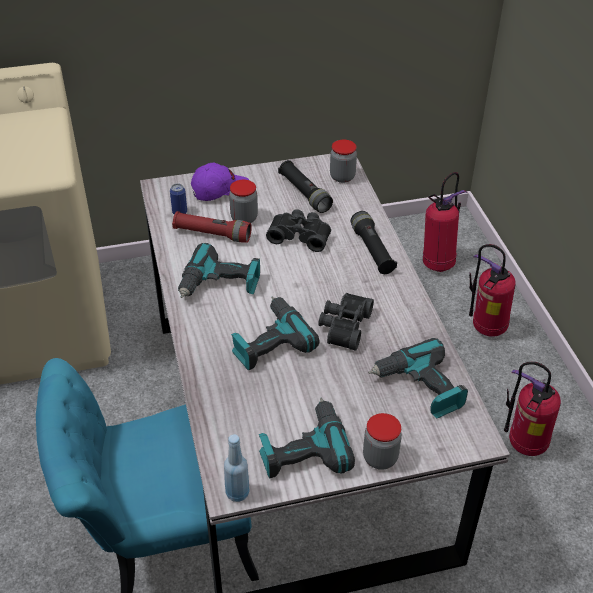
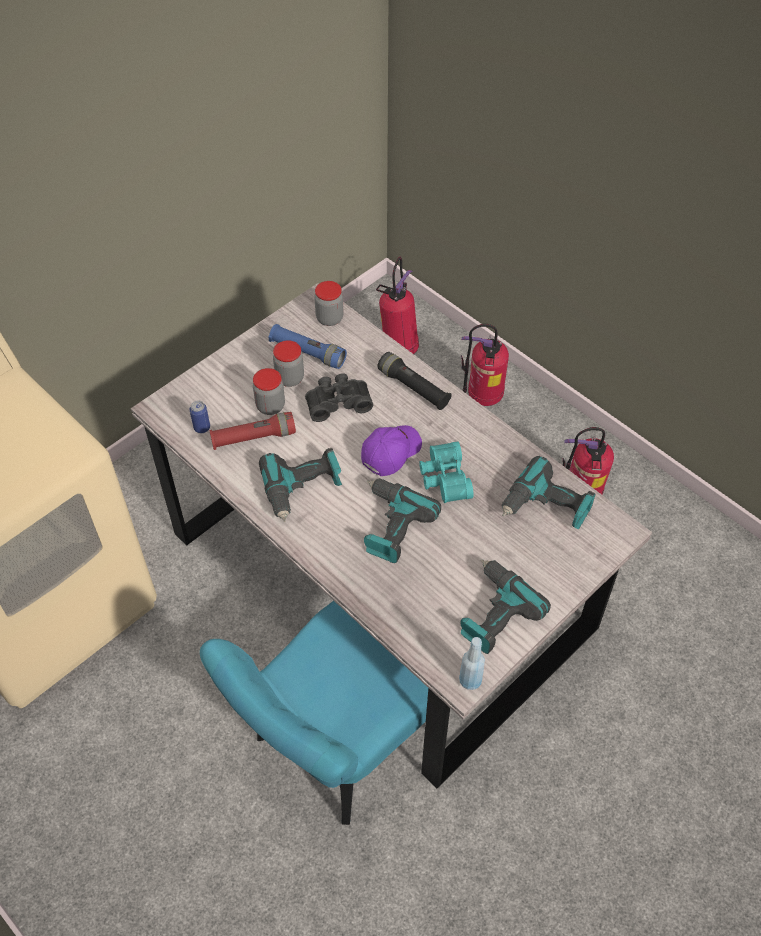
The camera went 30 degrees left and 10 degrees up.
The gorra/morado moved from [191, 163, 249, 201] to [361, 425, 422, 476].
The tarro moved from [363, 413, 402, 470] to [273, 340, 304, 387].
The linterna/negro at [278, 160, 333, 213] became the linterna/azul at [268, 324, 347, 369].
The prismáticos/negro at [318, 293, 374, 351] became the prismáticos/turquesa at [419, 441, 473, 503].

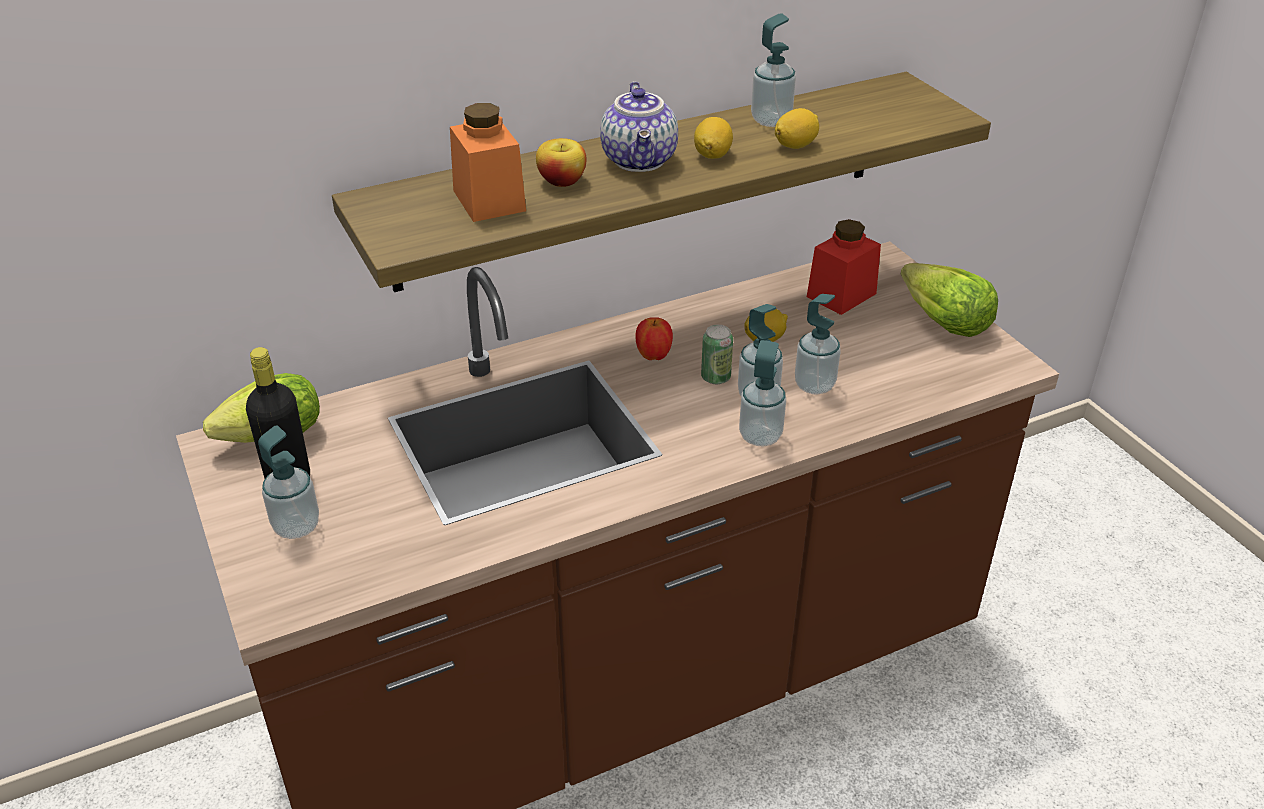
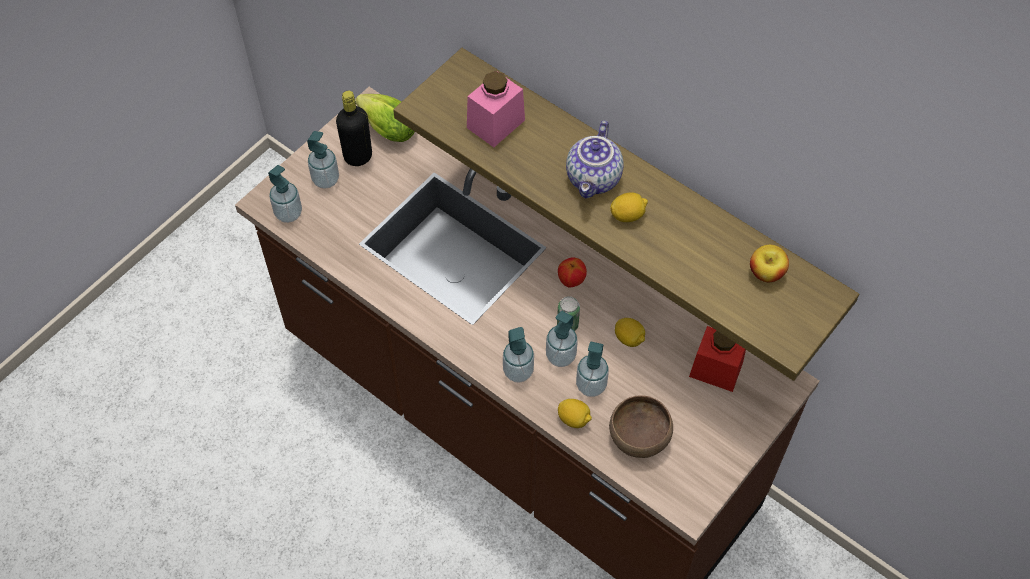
The camera went 65 degrees right and 20 degrees up.
The lechuga at [901, 263, 998, 337] disappeared.
The cuenco/marrón at [609, 395, 673, 458] appeared.
The manzana moved from [536, 138, 587, 187] to [750, 245, 789, 282].
The dispensador de jabón moved from [751, 13, 796, 127] to [268, 165, 302, 223].
The limón moved from [775, 108, 819, 149] to [558, 399, 592, 428].
The tarro/naranja at [450, 103, 526, 222] became the tarro/rosa at [467, 71, 525, 147].
The tetera at [600, 82, 678, 172] turned 45 degrees counterclockwise.

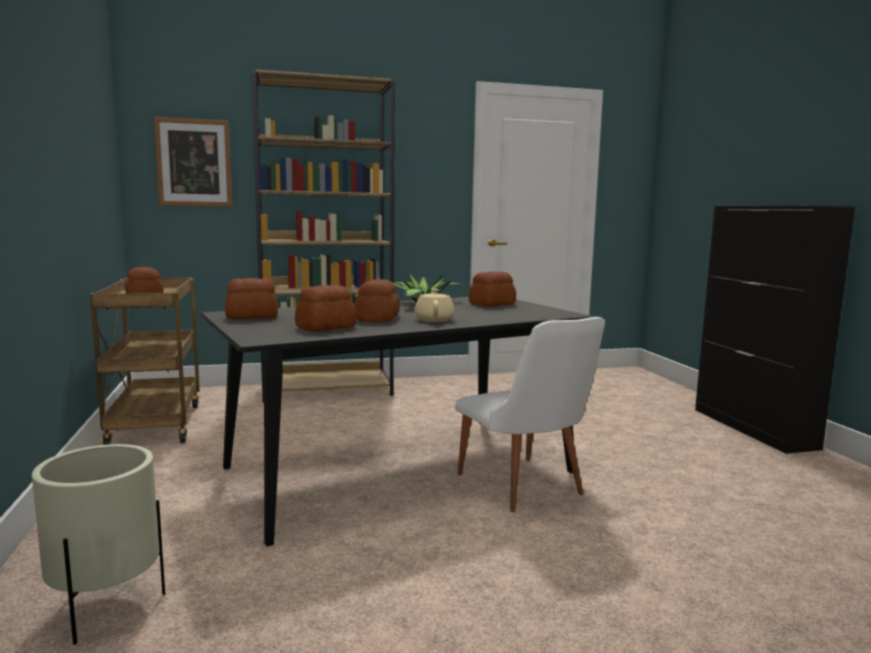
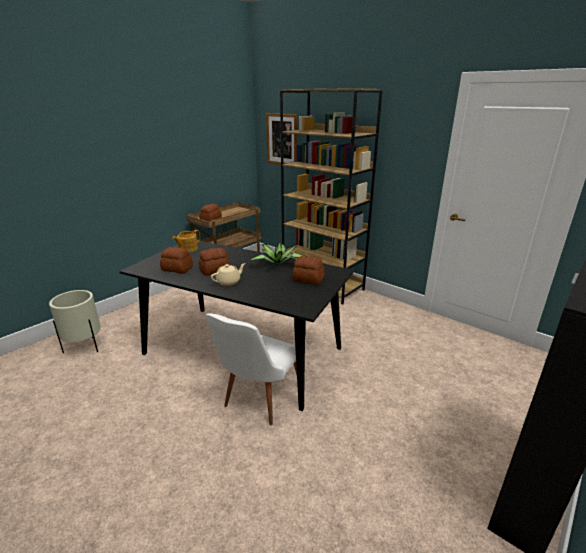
The camera went 55 degrees right and 15 degrees up.
The pan at [225, 278, 278, 319] was replaced by the tetera at [172, 230, 200, 252].

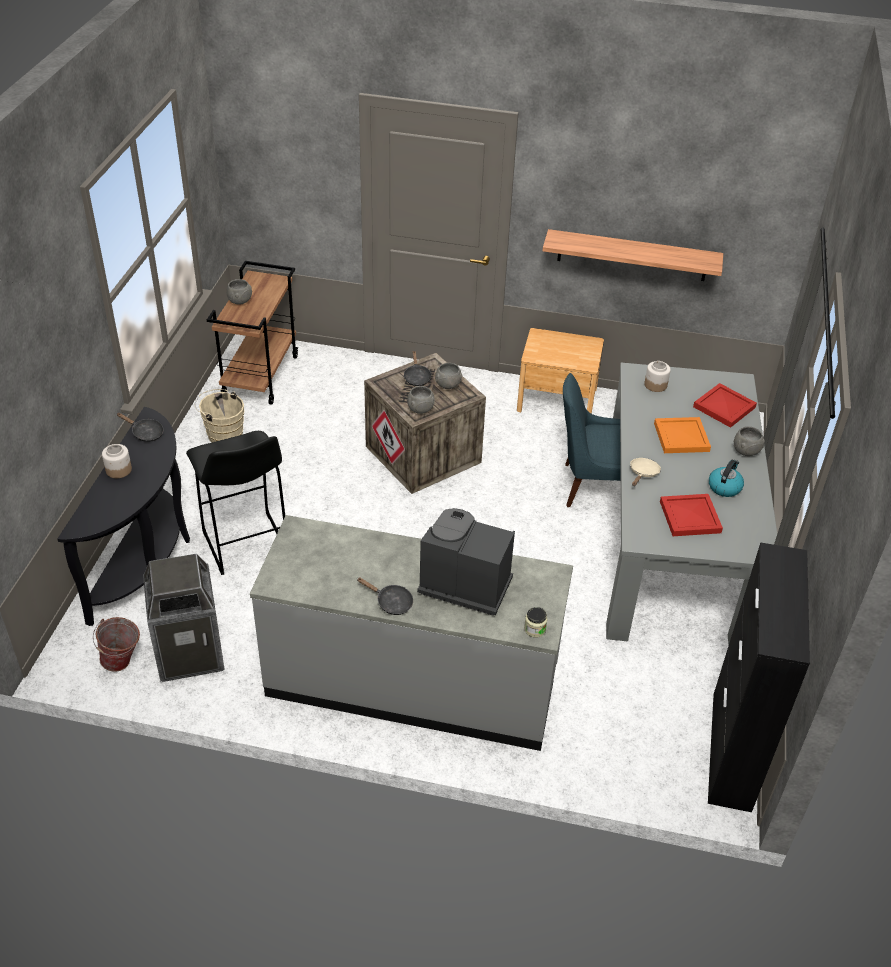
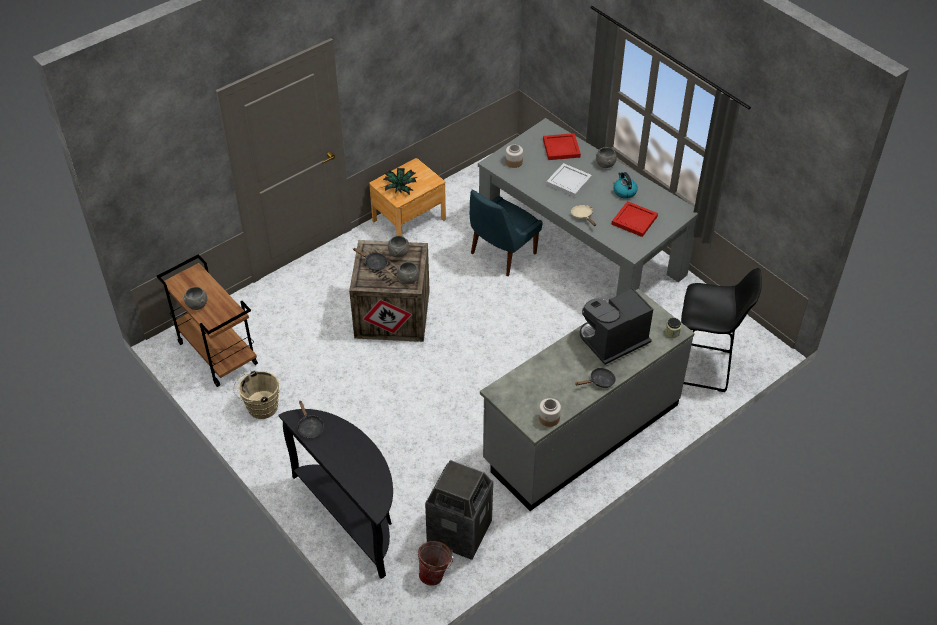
The camera went 50 degrees left and 5 degrees up.
The estante at [543, 229, 723, 281] disappeared.
The armario/negro at [708, 542, 810, 812] disappeared.
The planta en maceta at [381, 168, 417, 195] appeared.
The tarro moved from [102, 444, 132, 478] to [539, 398, 561, 427].
The taburete/negro moved from [186, 431, 285, 575] to [681, 268, 762, 392].
The bandeja/naranja at [654, 417, 711, 453] became the bandeja/blanco at [546, 163, 592, 197].
The sartén/negro at [117, 413, 163, 442] turned 90 degrees clockwise.

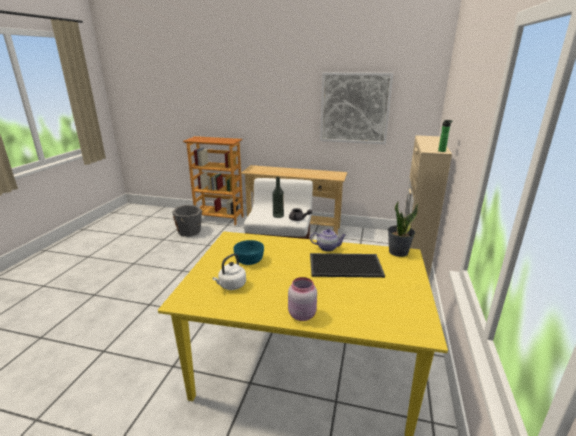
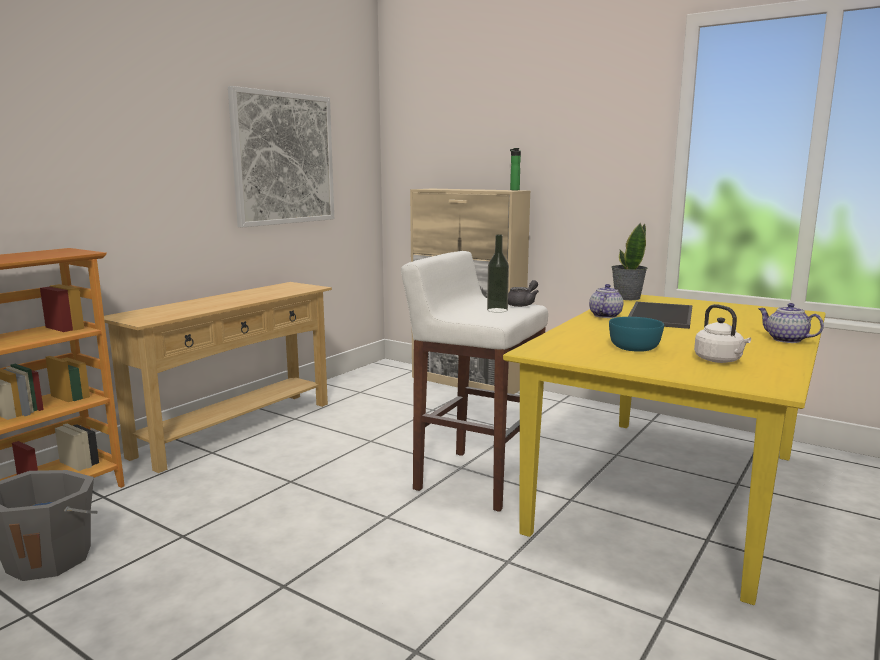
The camera went 70 degrees left and 10 degrees down.
The tarro/rosa at [288, 277, 317, 321] was replaced by the tetera at [758, 303, 824, 343].

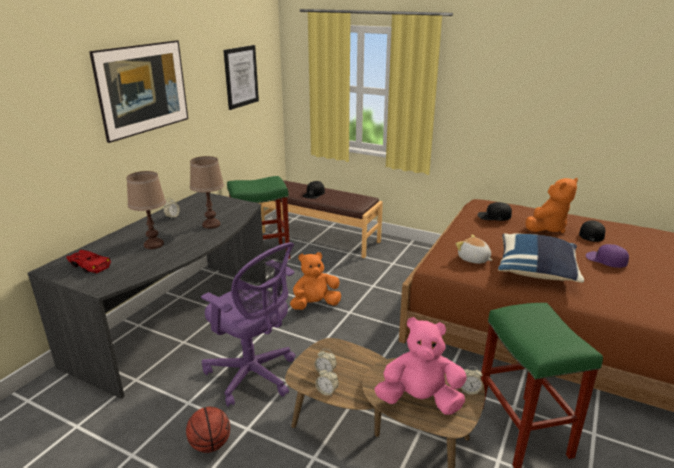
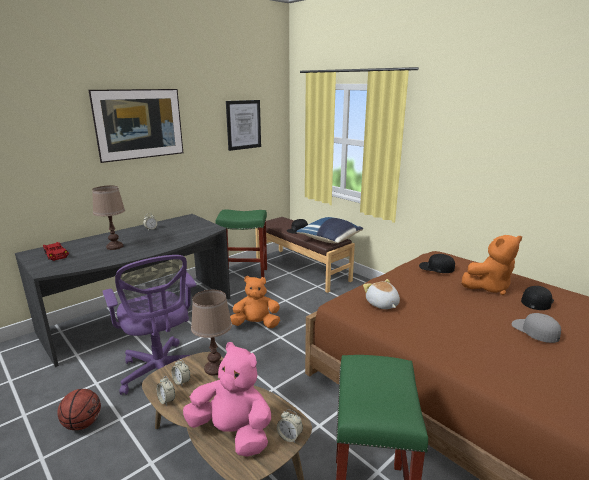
The camera went 20 degrees right and 5 degrees down.
The lámpara de mesa/marrón moved from [190, 156, 224, 229] to [191, 290, 232, 375].
The cojín/azul moved from [498, 233, 584, 283] to [297, 217, 363, 243].
The gorra/morado at [586, 244, 629, 268] became the gorra/gris at [512, 313, 561, 343].

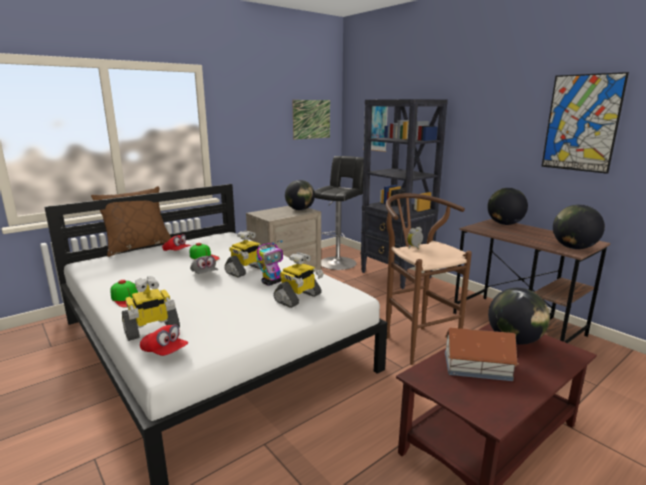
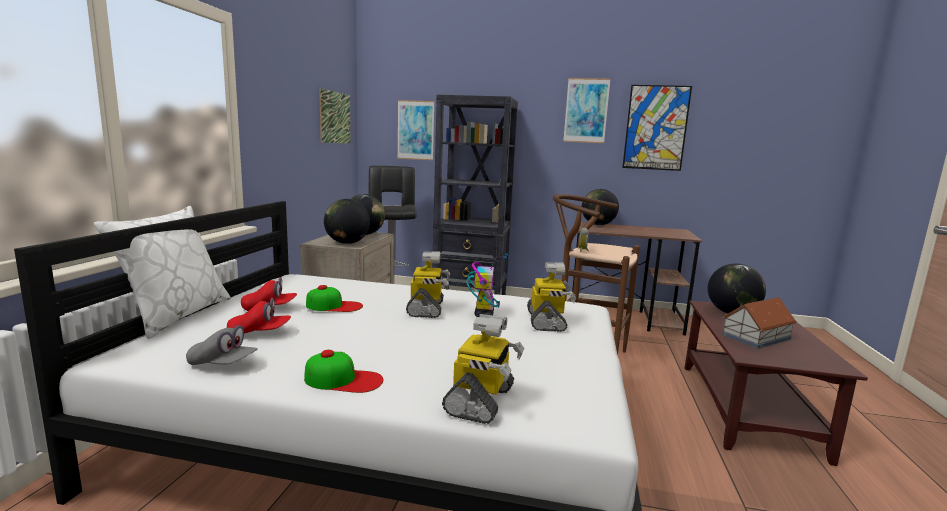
The camera went 40 degrees left and 5 degrees down.
The cuadro at [563, 78, 610, 143] appeared.
The gorra/rojo moved from [140, 324, 188, 356] to [227, 298, 291, 334].
The gorra/gris moved from [190, 256, 218, 274] to [186, 325, 258, 366].
The globo terráqueo moved from [553, 205, 605, 249] to [324, 199, 370, 244].
The cojín/marrón at [91, 186, 171, 257] became the cojín/blanco at [94, 206, 231, 339].

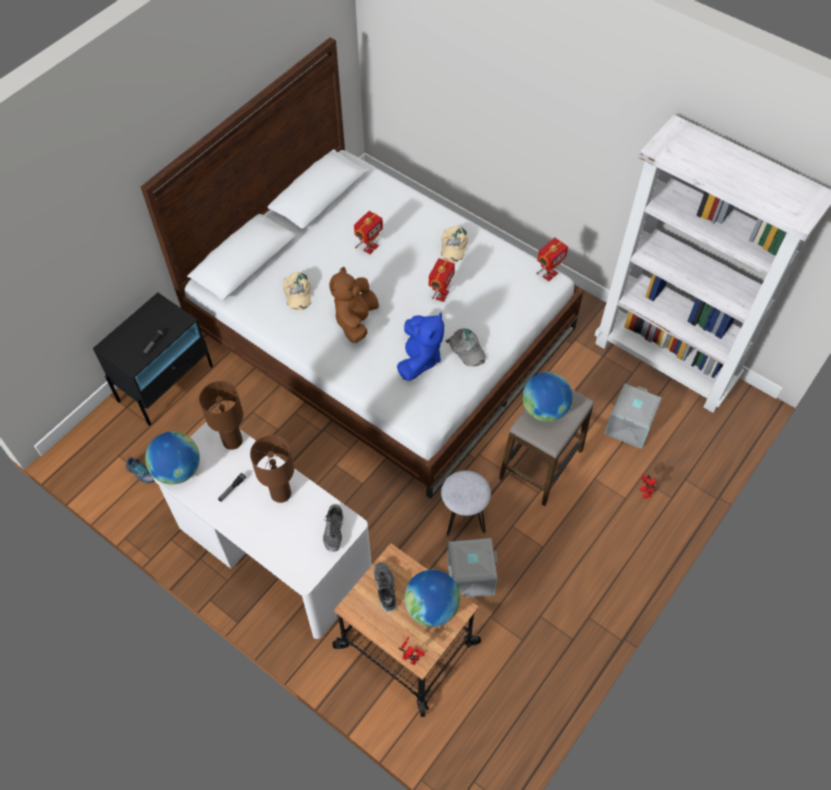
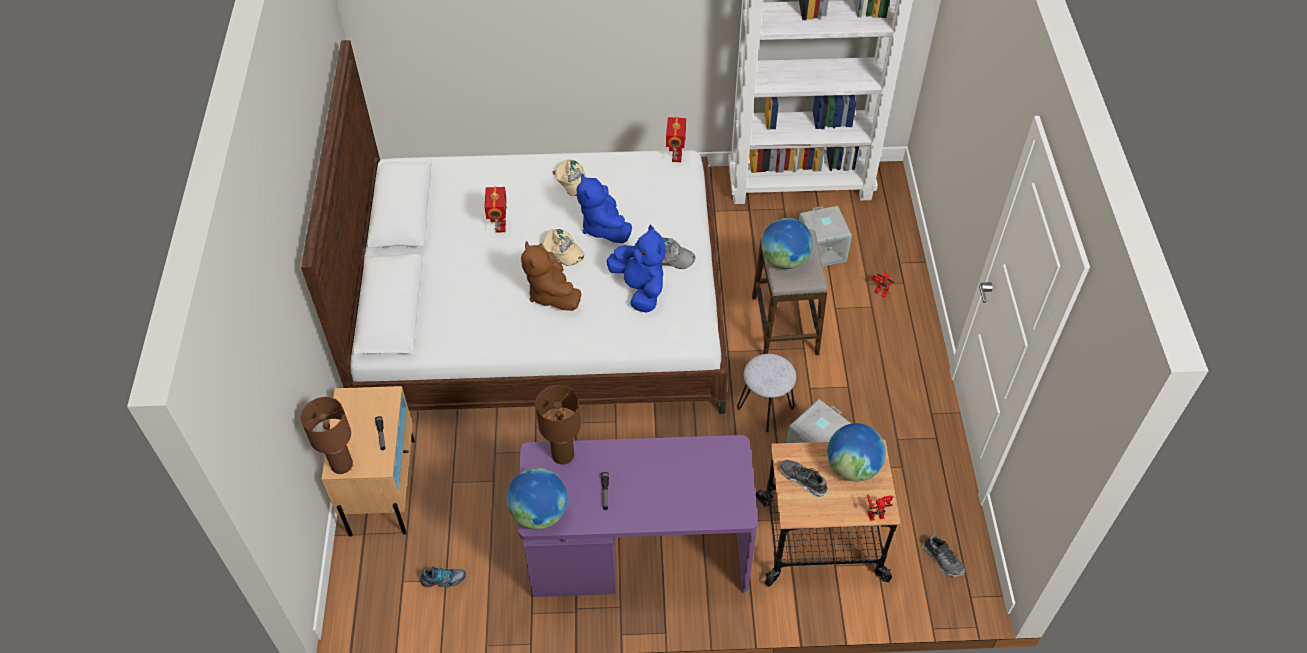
The camera went 40 degrees left and 5 degrees down.
The lámpara de mesa/marrón moved from [250, 435, 294, 503] to [301, 397, 353, 474].
The gorra/beis moved from [283, 272, 311, 310] to [539, 229, 584, 266].
The zapato moved from [323, 504, 344, 552] to [922, 535, 966, 577].
The robot de juguete at [429, 258, 455, 302] was replaced by the peluche/azul at [577, 173, 632, 243].
The mesita de noche/negro at [93, 293, 213, 426] became the mesita de noche/beis at [322, 386, 415, 537].
The escritorio/blanco at [153, 422, 372, 639] became the escritorio/morado at [518, 435, 758, 597].

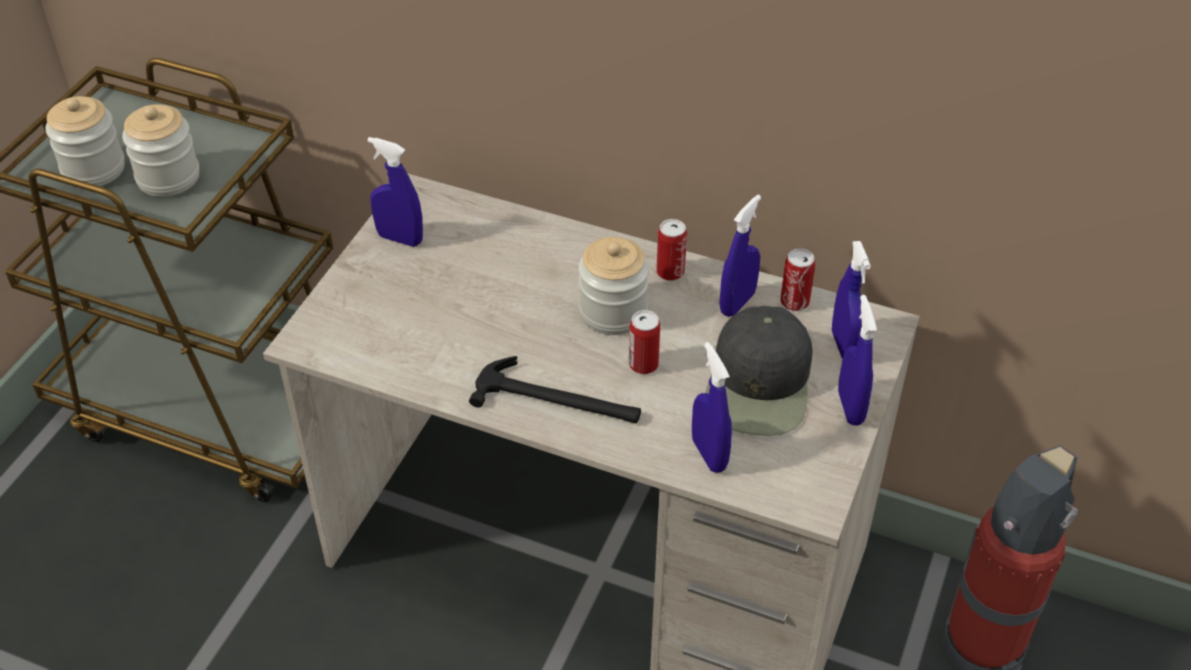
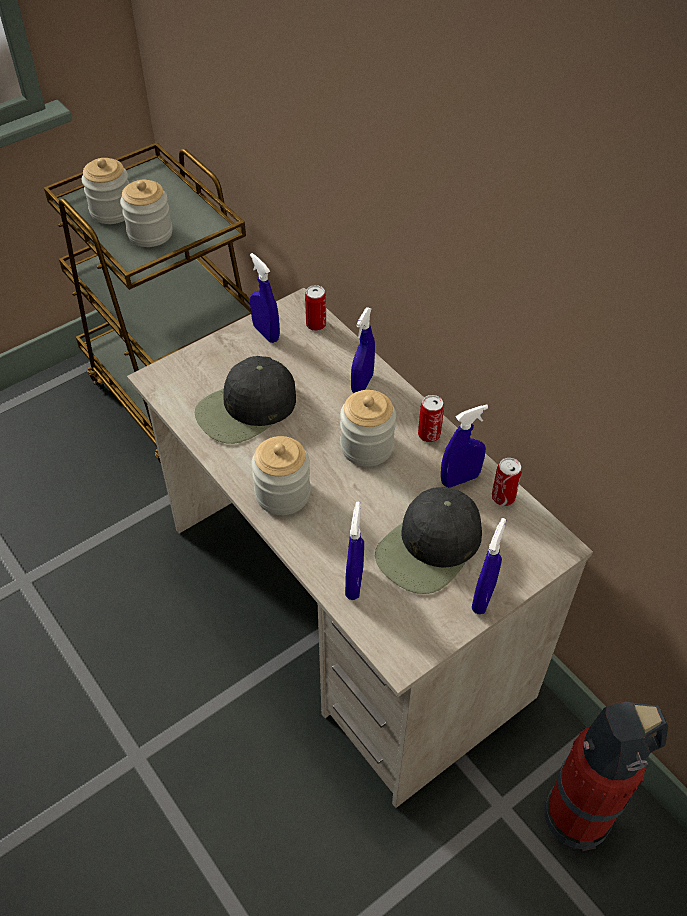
The camera went 30 degrees right and 5 degrees up.
The gorra/negro at [195, 356, 296, 444] appeared.
The lata moved from [629, 310, 660, 374] to [305, 285, 326, 331].
The pulverizador/azul moved from [832, 241, 871, 359] to [351, 307, 375, 393].
The martillo at [469, 356, 641, 423] was replaced by the tarro at [251, 436, 311, 515].

